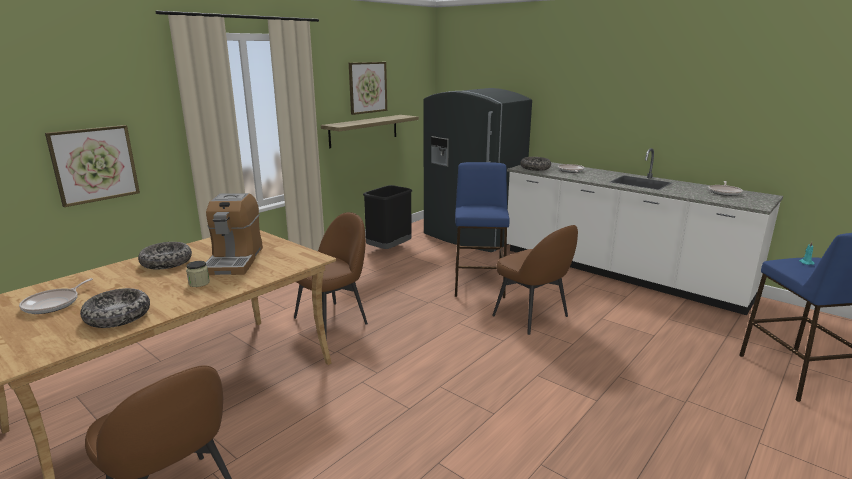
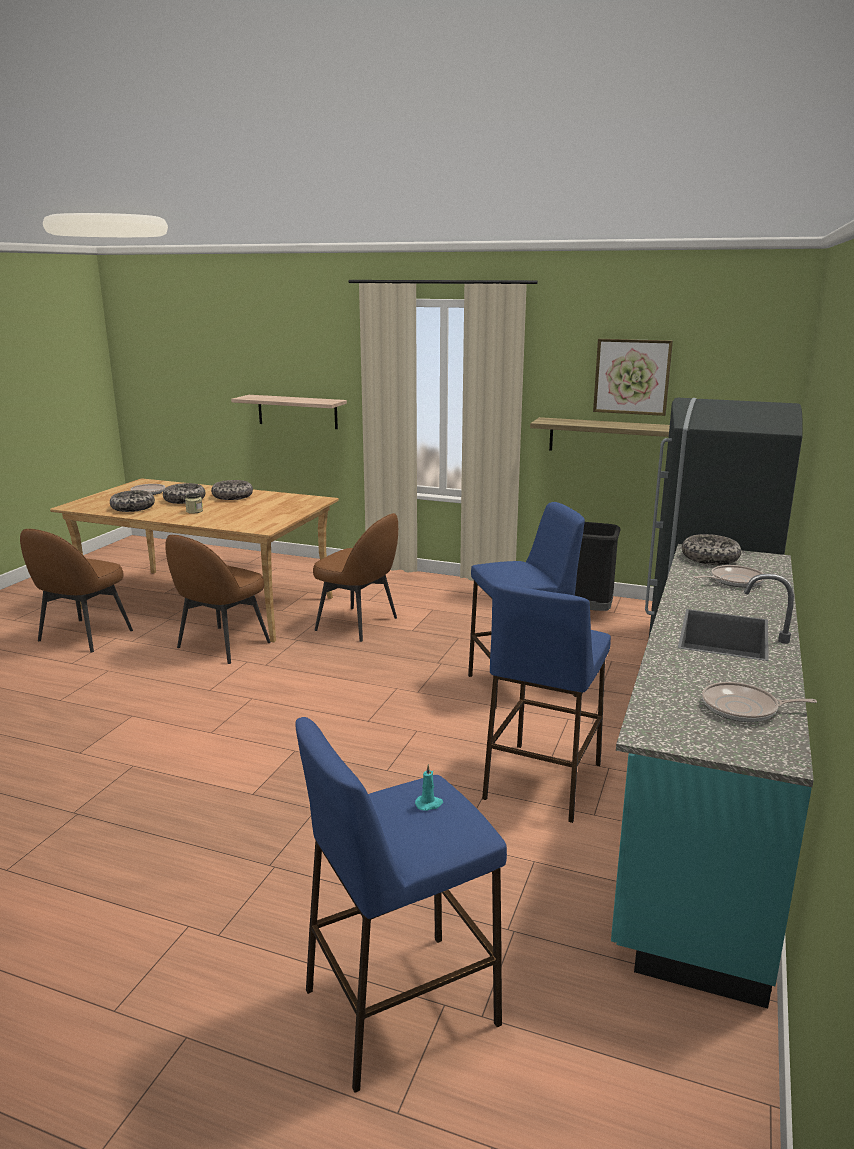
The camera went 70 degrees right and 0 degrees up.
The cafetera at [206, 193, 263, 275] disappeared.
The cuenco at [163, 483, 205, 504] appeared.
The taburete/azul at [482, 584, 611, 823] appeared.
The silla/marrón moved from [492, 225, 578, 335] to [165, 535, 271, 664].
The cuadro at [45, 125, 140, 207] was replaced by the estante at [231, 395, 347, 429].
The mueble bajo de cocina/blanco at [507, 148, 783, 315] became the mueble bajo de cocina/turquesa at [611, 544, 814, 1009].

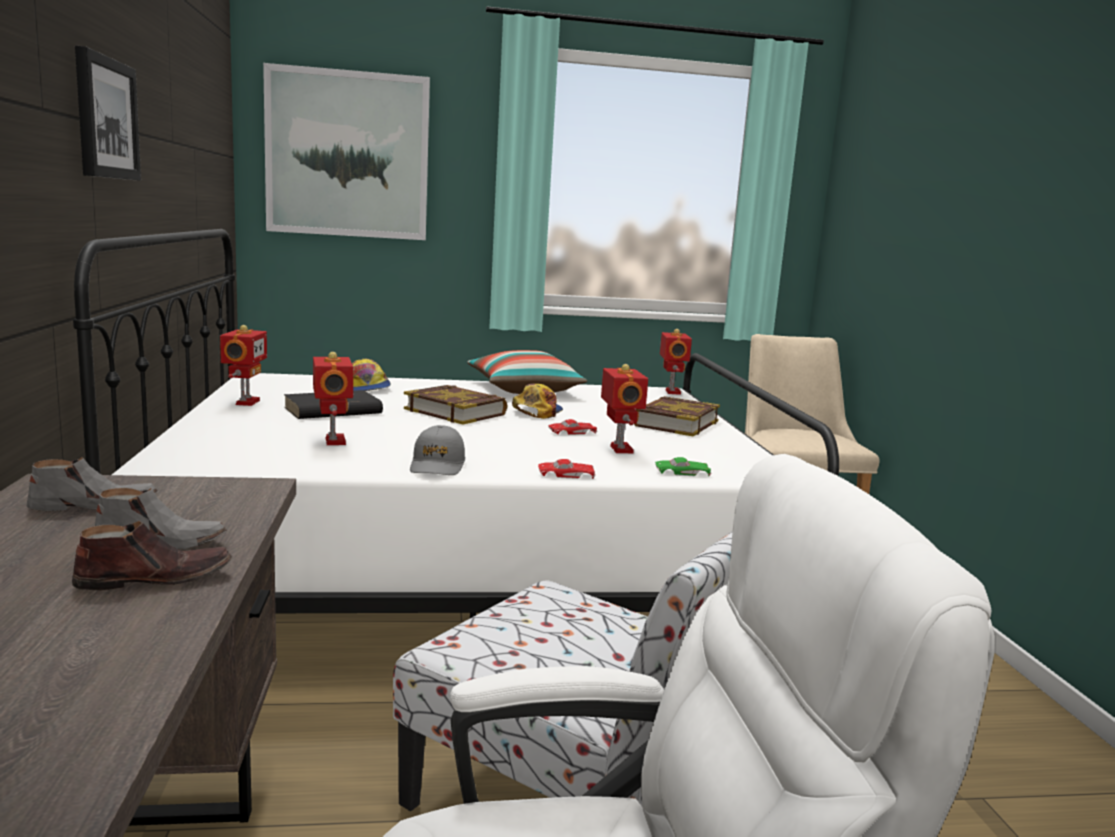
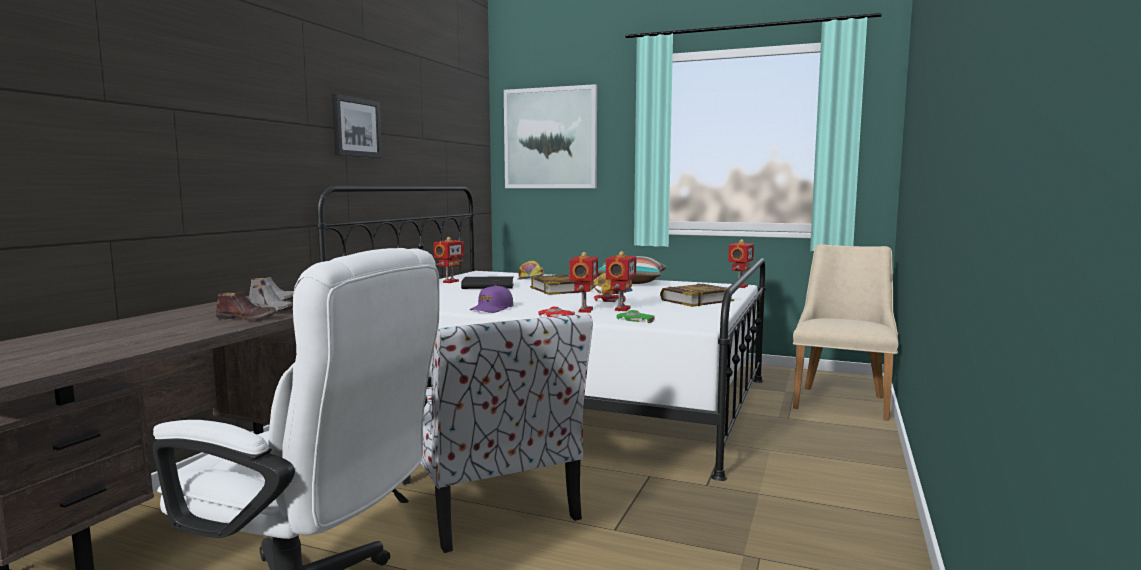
The camera went 30 degrees right and 5 degrees down.
The robot de juguete moved from [313, 352, 354, 445] to [569, 252, 598, 313].
The gorra/gris at [410, 425, 465, 475] became the gorra/morado at [470, 285, 513, 313].

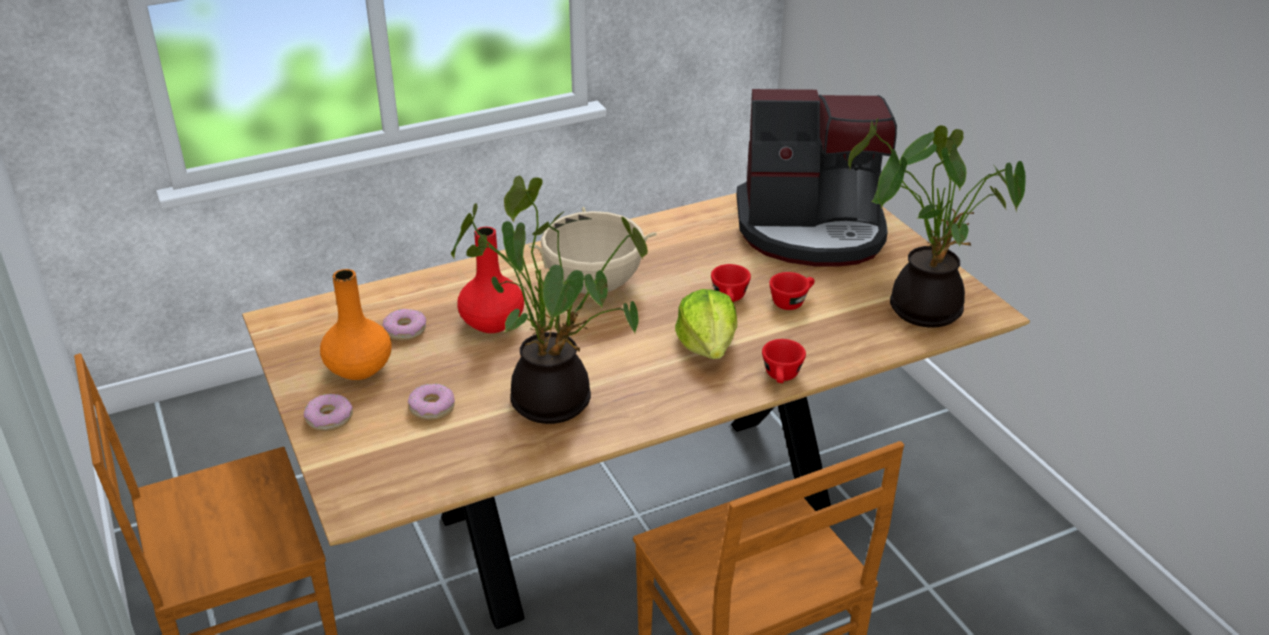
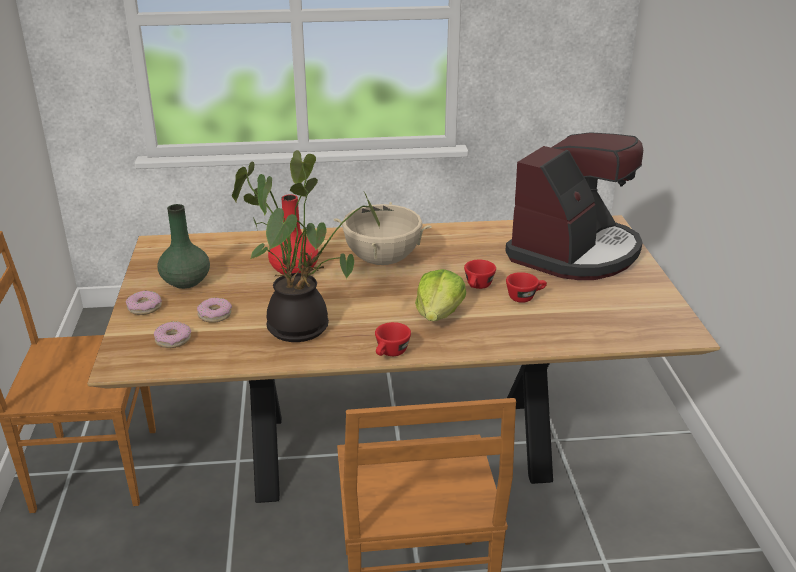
The camera went 20 degrees right and 5 degrees down.
The planta en maceta at [848, 118, 1026, 328] disappeared.
The rosquilla moved from [382, 309, 426, 341] to [154, 321, 191, 348].
The taza/rojo moved from [762, 339, 806, 383] to [375, 322, 411, 356].
The florero/naranja at [320, 269, 391, 380] became the florero/verde at [157, 204, 210, 289].
The cafetera at [737, 89, 897, 267] turned 75 degrees counterclockwise.

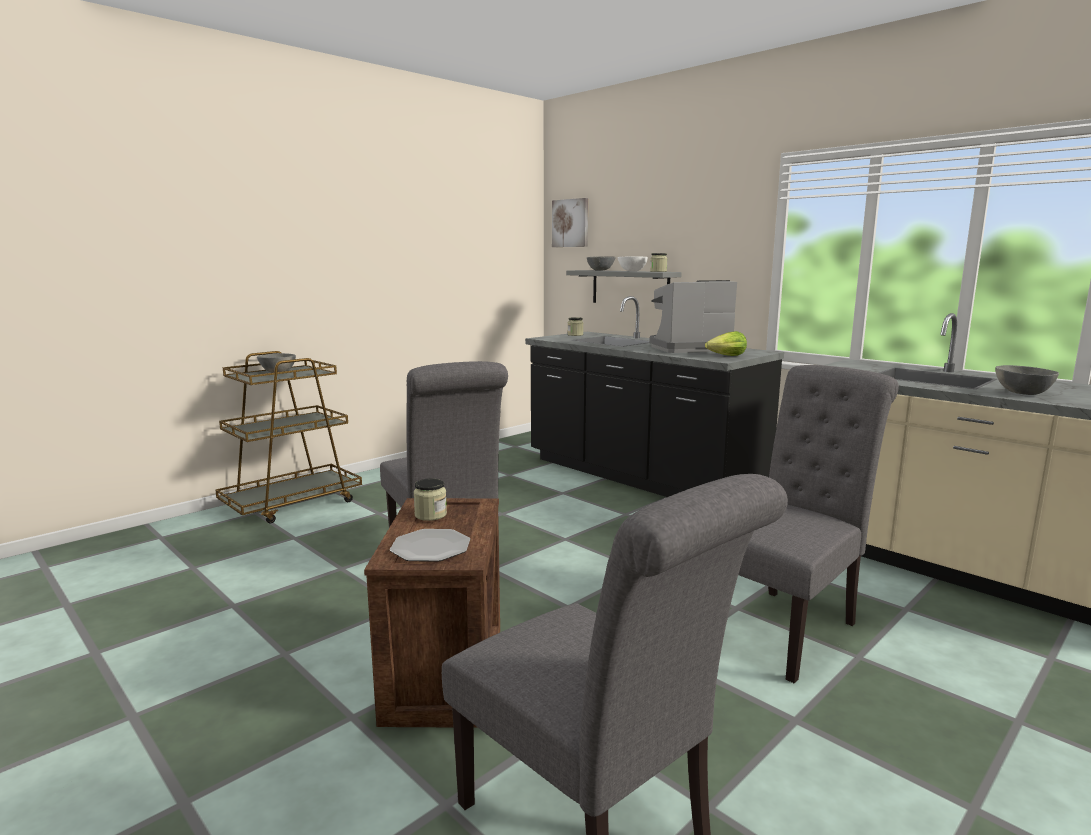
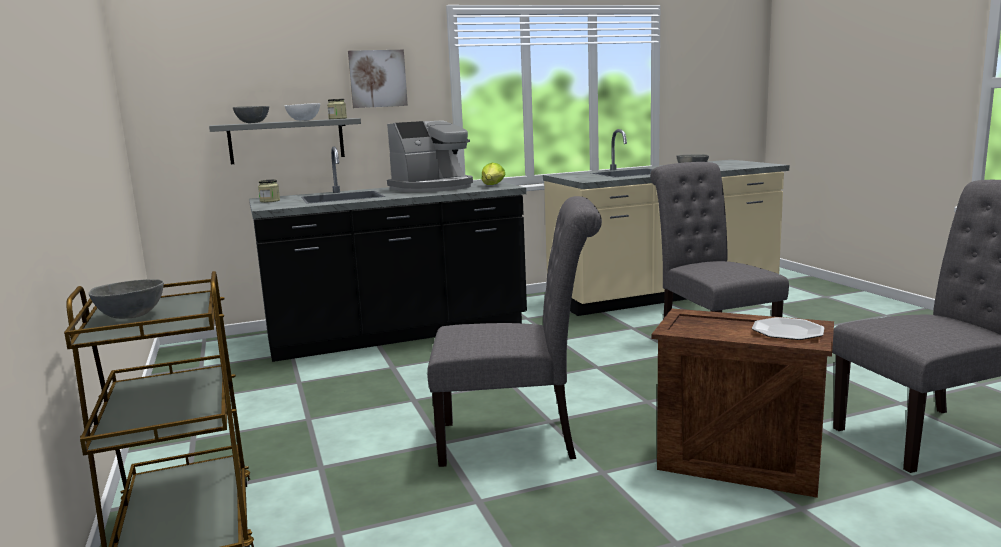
The camera went 65 degrees left and 0 degrees up.
The tarro at [414, 478, 447, 521] disappeared.
The cuadro moved from [552, 198, 588, 247] to [348, 50, 408, 108].
The cafetera at [649, 280, 737, 353] turned 135 degrees counterclockwise.

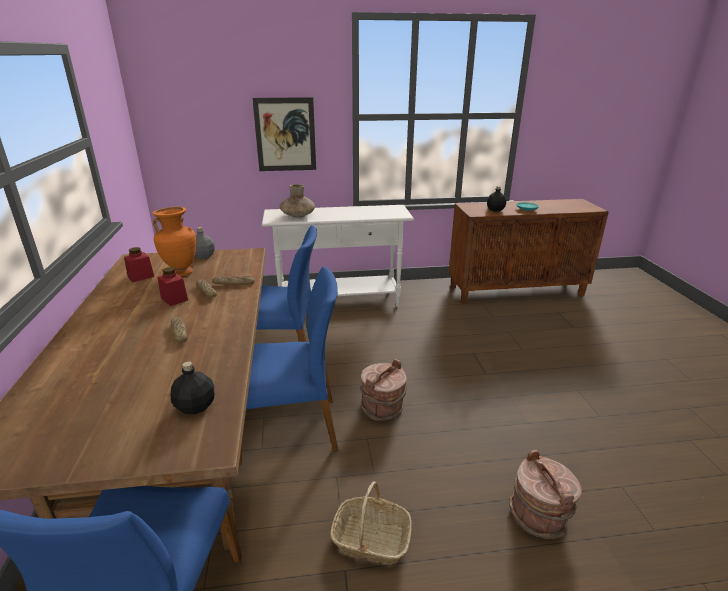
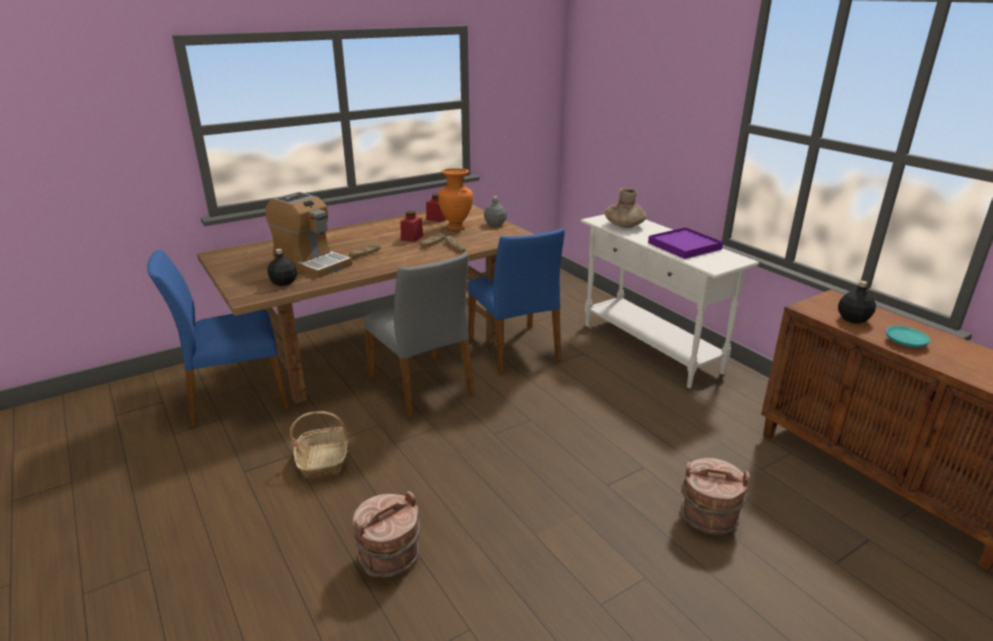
The camera went 65 degrees right and 0 degrees up.
The cuadro at [252, 97, 316, 171] disappeared.
The cafetera at [265, 192, 352, 278] appeared.
The bandeja/morado at [648, 227, 723, 259] appeared.
The cubo/marrón moved from [360, 359, 407, 421] to [681, 458, 750, 535].
The silla/azul at [239, 267, 339, 465] became the silla/gris at [364, 253, 474, 418].

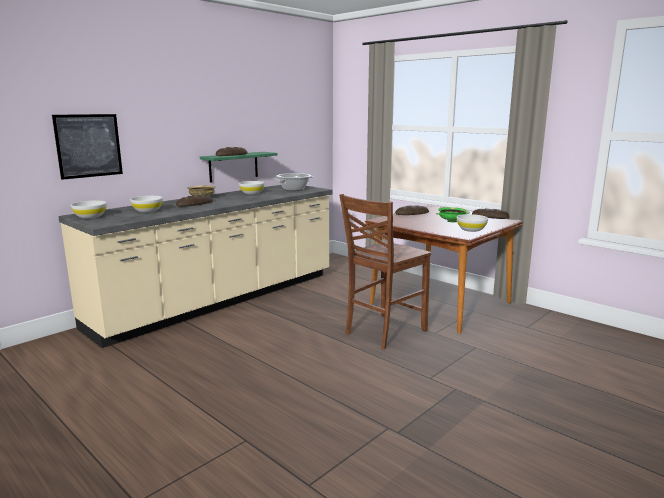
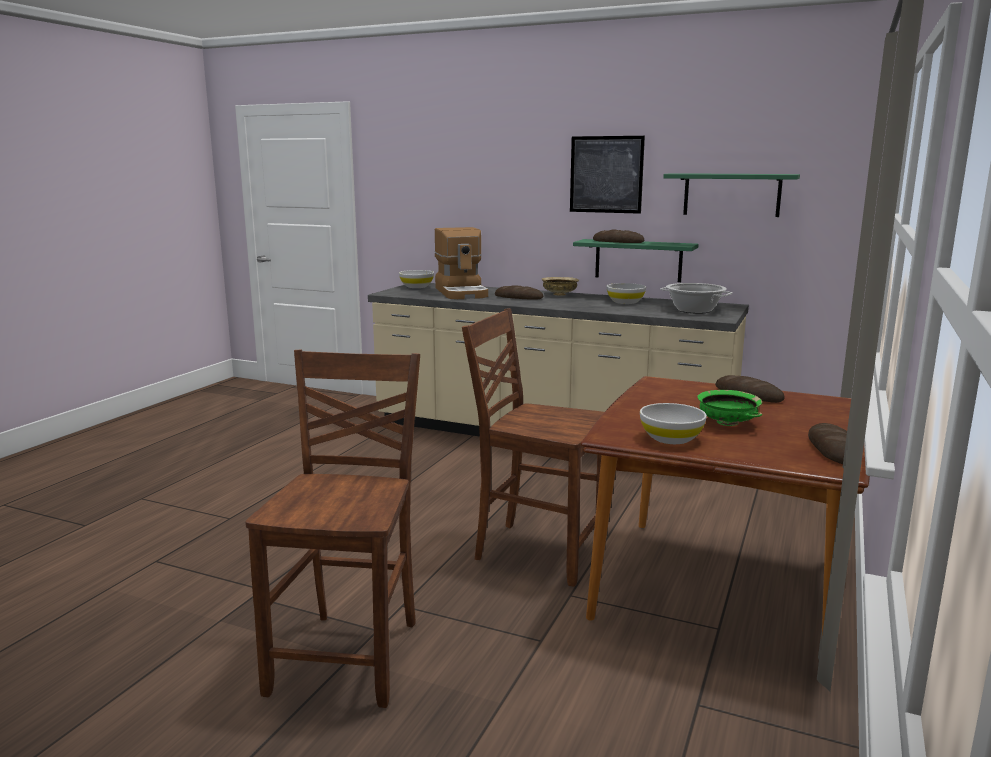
The camera went 70 degrees right and 0 degrees up.
The silla/marrón at [245, 350, 420, 708] appeared.
The estante/verde at [663, 173, 800, 217] appeared.
The cuadro moved from [52, 114, 123, 180] to [570, 136, 645, 214].
The cuenco/blanco at [130, 196, 163, 213] was replaced by the cafetera at [434, 227, 488, 299].

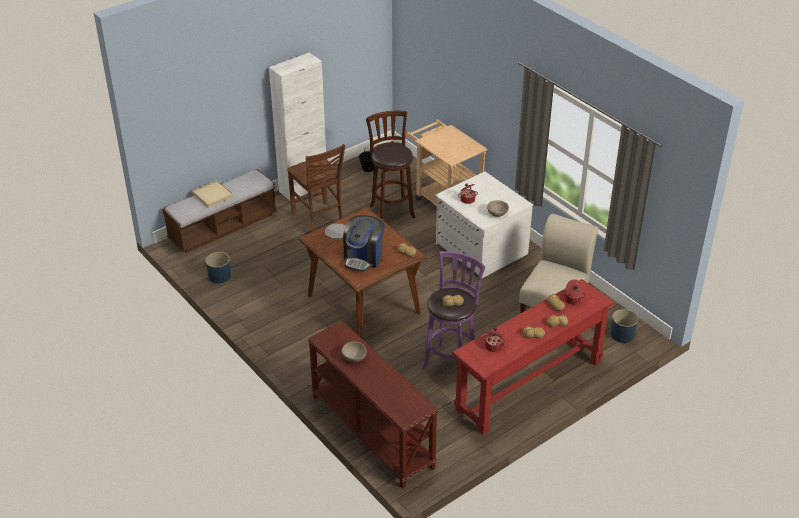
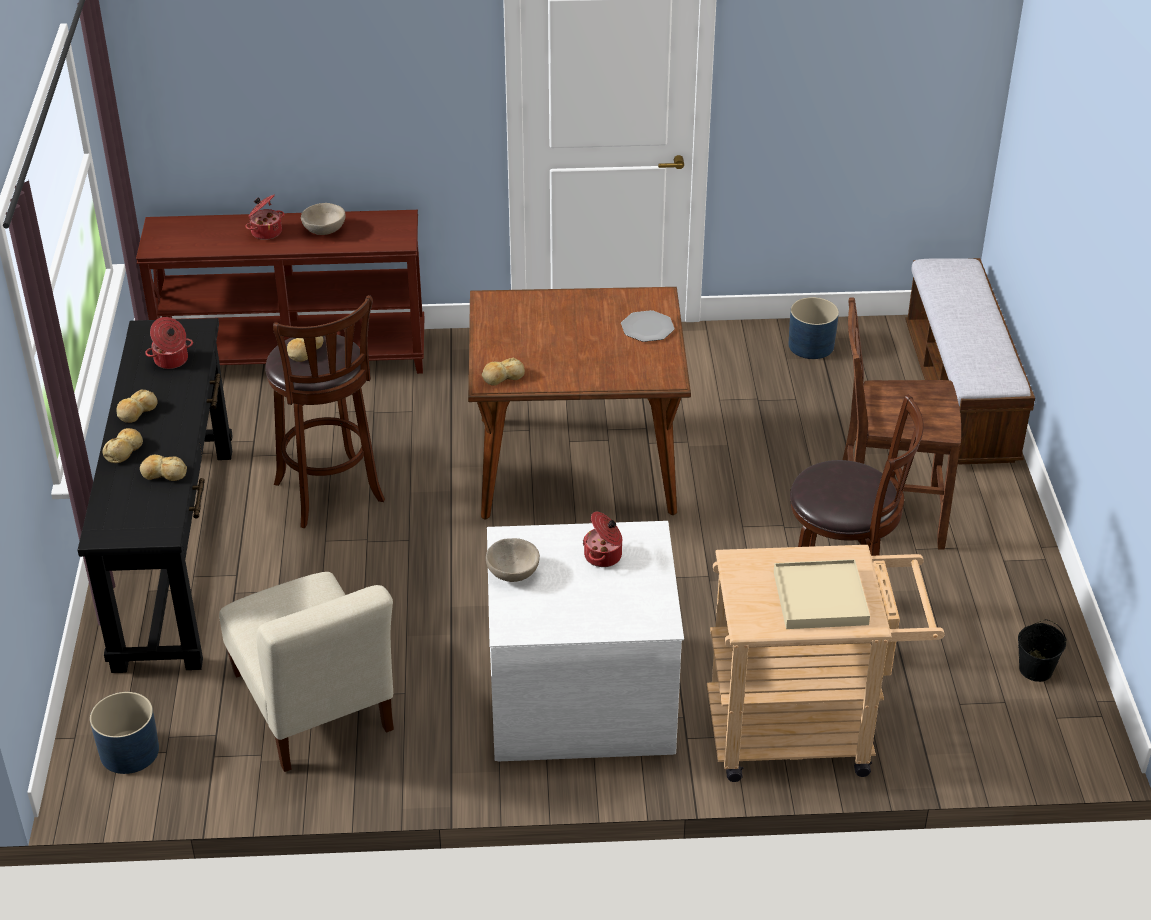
The camera went 125 degrees right and 0 degrees up.
The armario/blanco at [269, 53, 326, 201] disappeared.
The cafetera at [343, 215, 385, 272] disappeared.
The bandeja/beis moved from [192, 180, 233, 208] to [774, 559, 870, 629].
The olla moved from [562, 279, 586, 305] to [246, 195, 284, 240].
The taburete/morado at [421, 251, 485, 370] became the taburete/marrón at [265, 295, 385, 528].
The mesa consola/rojo at [452, 279, 614, 434] became the mesa consola/negro at [77, 318, 233, 673].

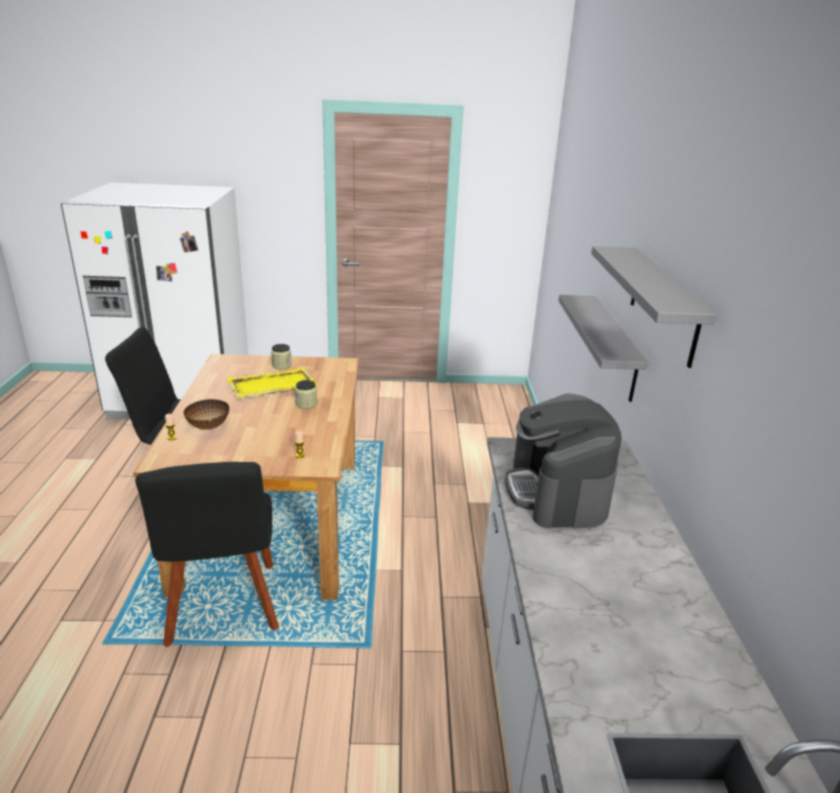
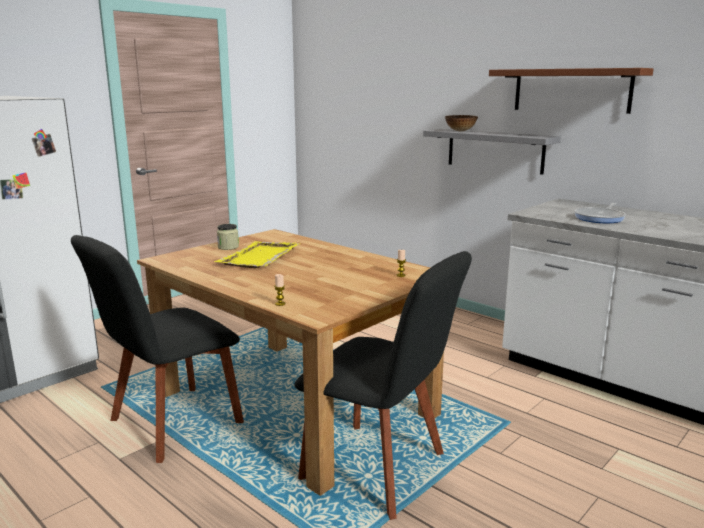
The camera went 45 degrees left and 10 degrees down.
The tarro at [295, 380, 317, 409] disappeared.
The cuenco moved from [183, 399, 229, 430] to [445, 115, 478, 131].
The cafetera at [505, 393, 622, 528] was replaced by the sartén at [574, 203, 626, 223].
The estante/gris at [591, 246, 717, 368] became the estante/marrón at [489, 68, 653, 114].

